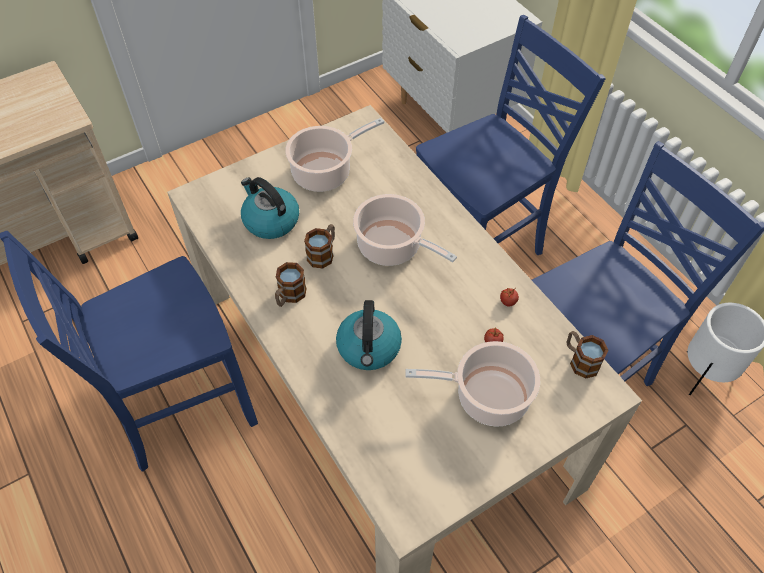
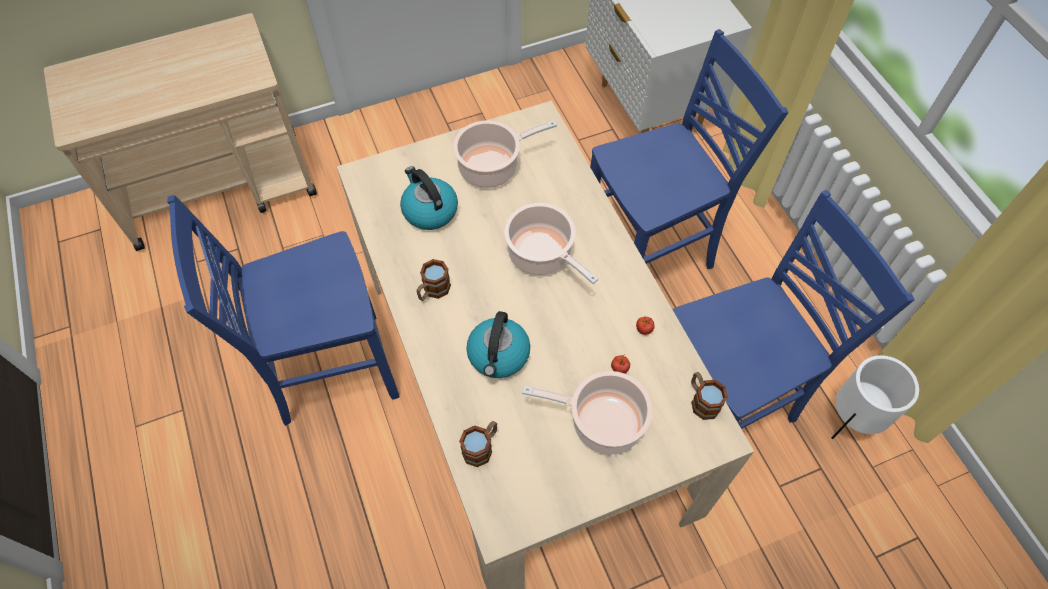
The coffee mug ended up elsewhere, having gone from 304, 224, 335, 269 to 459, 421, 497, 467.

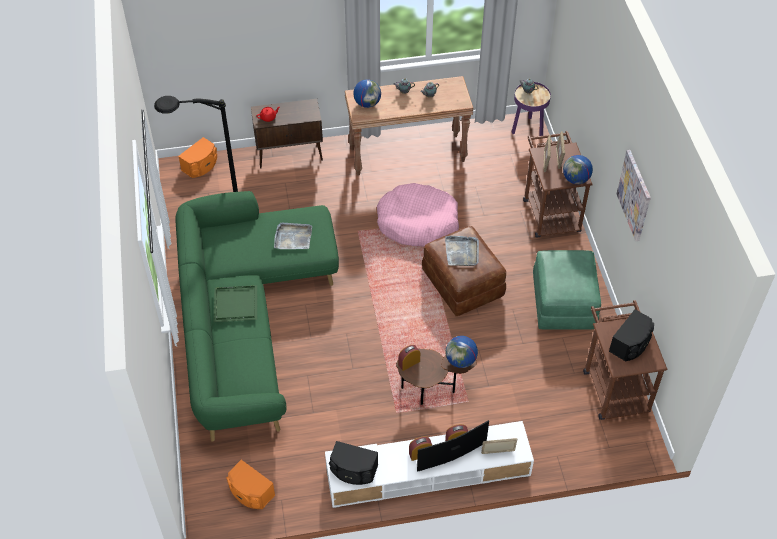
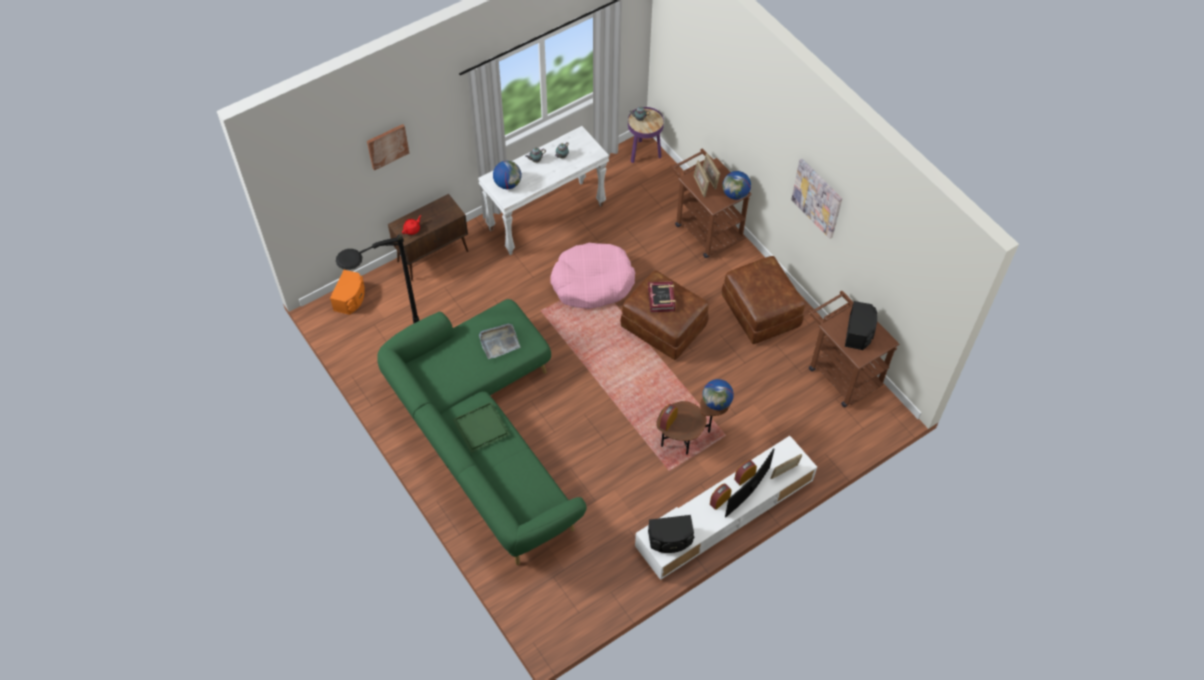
The second view gained the wall picture at 367, 124, 409, 171. What was the console table (brown-coloured) at 345, 76, 474, 176 turned into the console table (whitish) at 478, 126, 609, 255. Where the serving tray (grey) stood at 445, 236, 479, 266, the bound book came to stand at 648, 281, 676, 312. What was the footrest (greenish) at 533, 250, 601, 330 turned into the footrest (brown-coloured) at 722, 256, 805, 344. The second view lost the loudspeaker (orangey) at 226, 460, 275, 509.

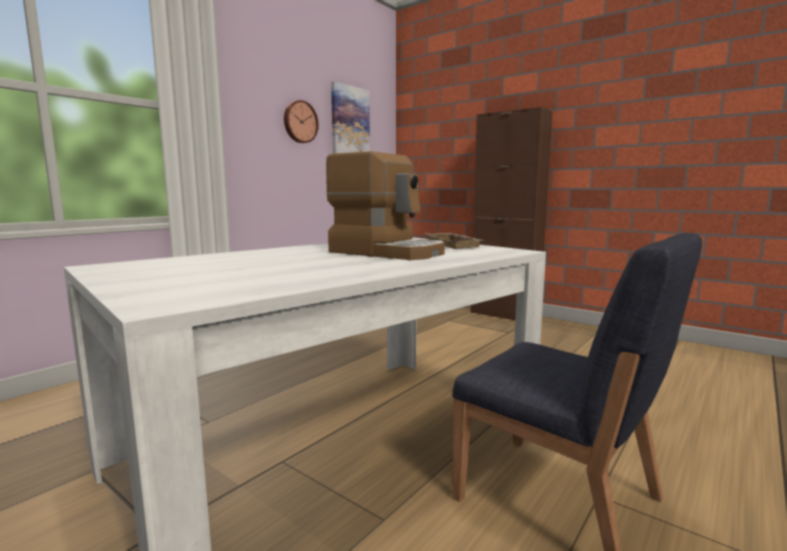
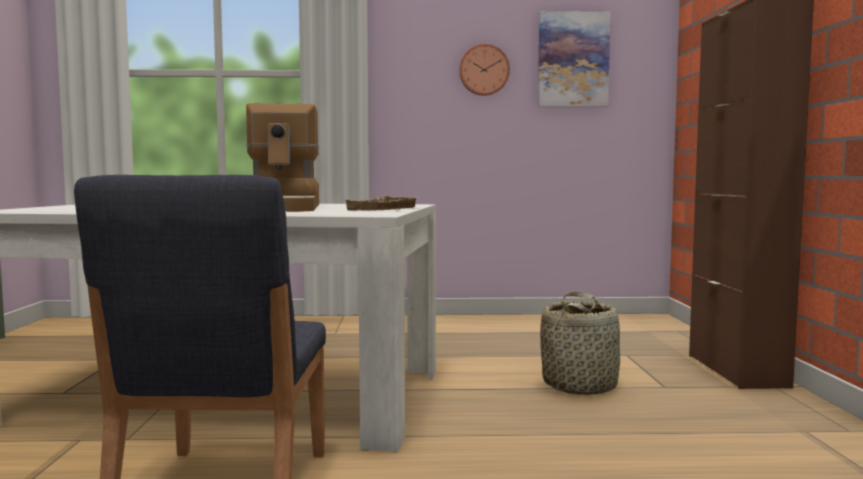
The second view gained the household basket at 540, 292, 620, 395.

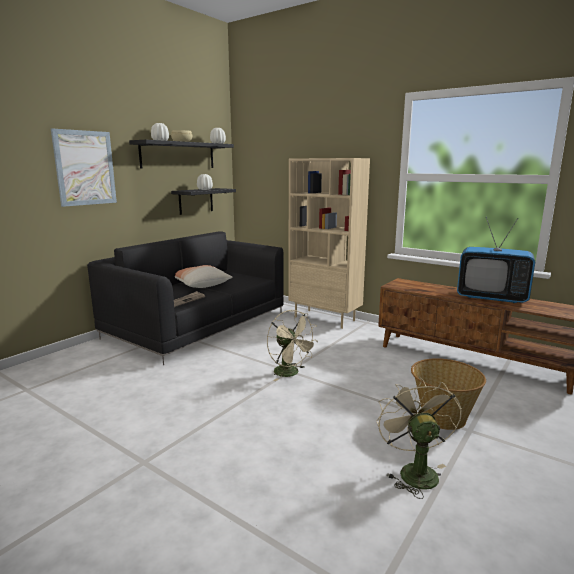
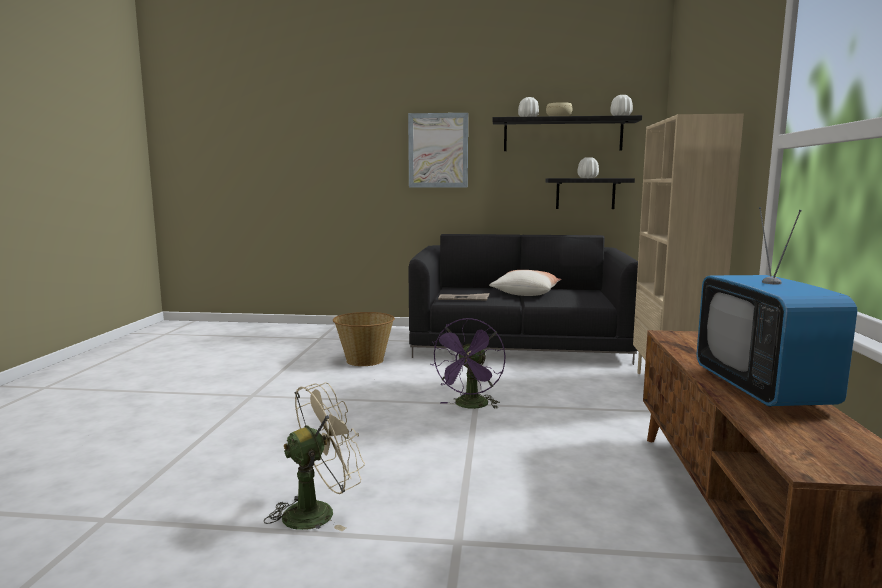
The household basket ended up elsewhere, having gone from 411, 358, 486, 430 to 333, 312, 395, 366. What was the electric fan (beige) at 267, 310, 318, 381 turned into the electric fan (purplish) at 430, 318, 505, 409.

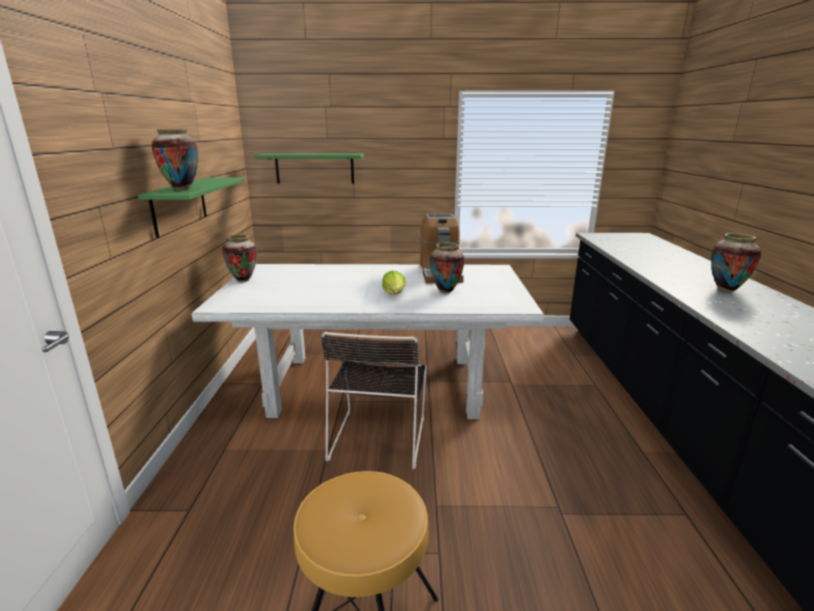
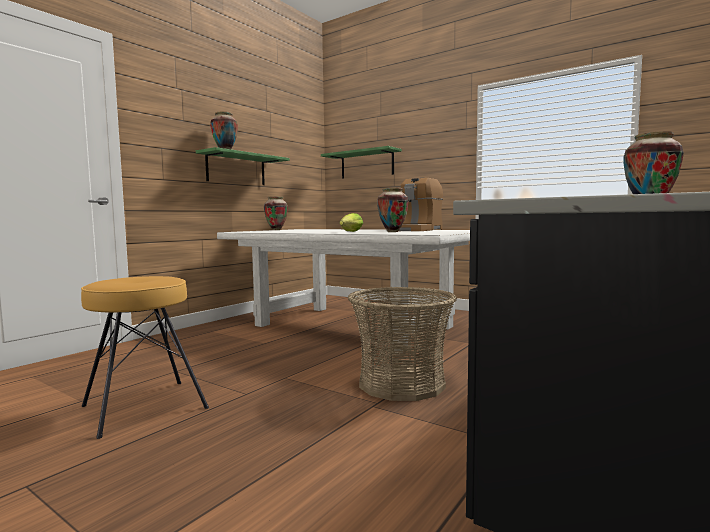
The second view gained the household basket at 348, 287, 457, 401. The second view lost the chair (black) at 322, 332, 427, 470.

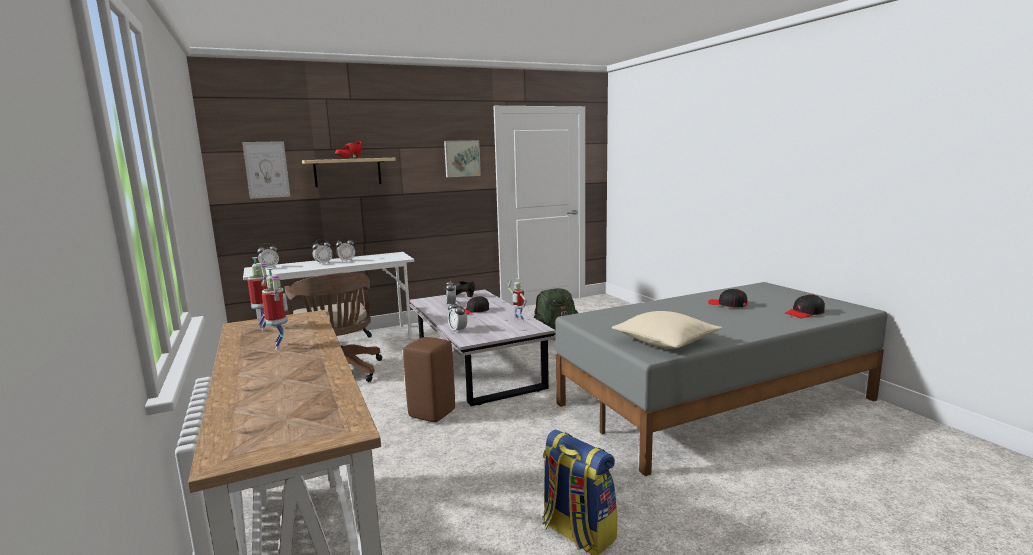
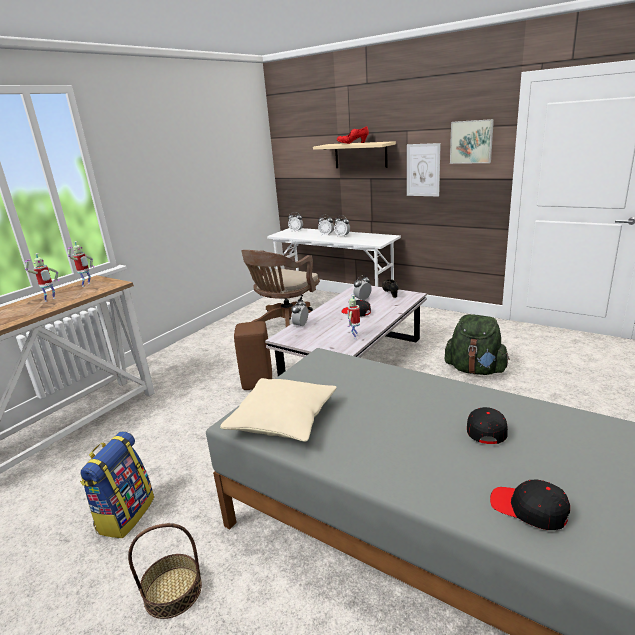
The second view gained the household basket at 128, 523, 202, 619. The wall picture ended up elsewhere, having gone from 242, 141, 290, 199 to 407, 143, 441, 197.

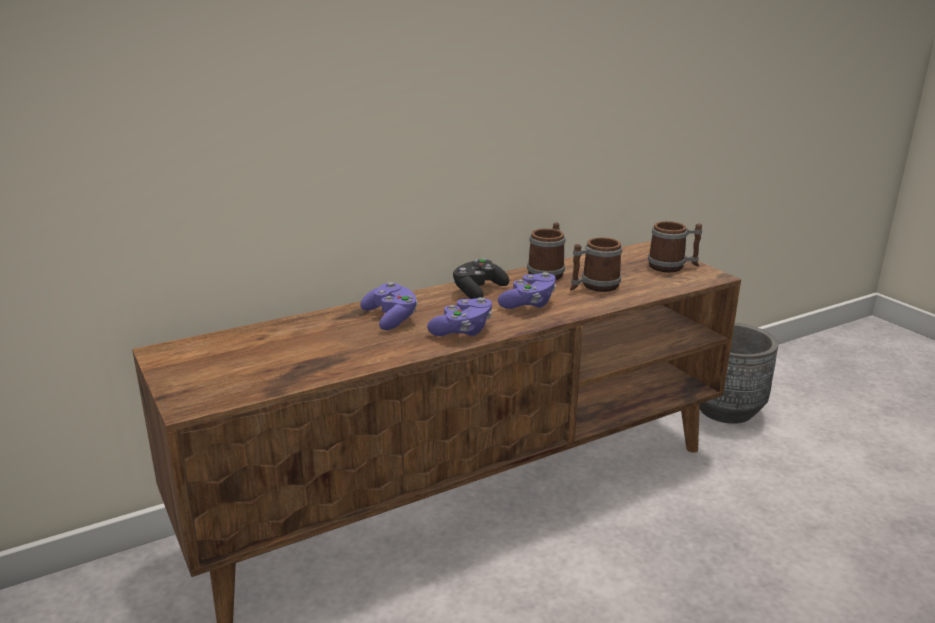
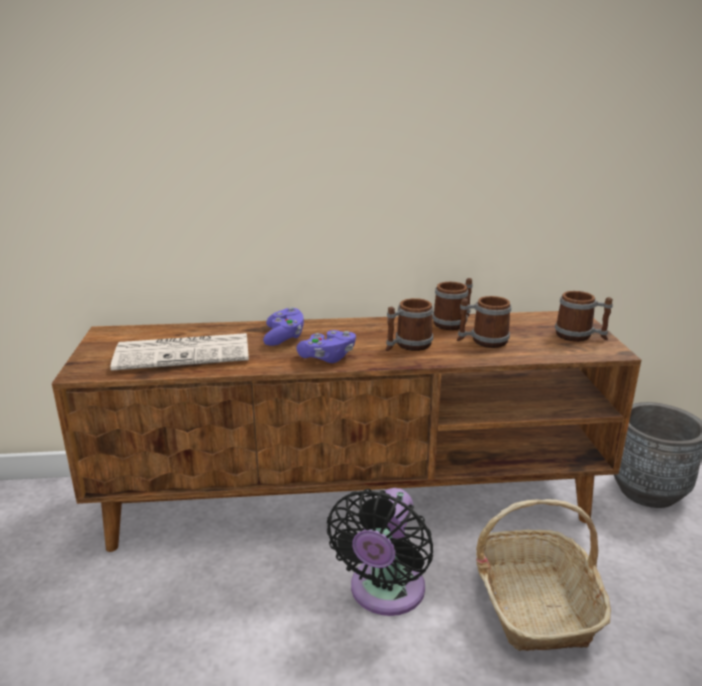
The second view gained the daily paper at 110, 333, 249, 371. The second view gained the electric fan (black) at 327, 488, 433, 616. Where the gamepad (purplish) stood at 498, 272, 557, 309, the coffee mug came to stand at 386, 298, 433, 351. The second view gained the household basket at 476, 499, 611, 651. The second view lost the gamepad (black) at 453, 258, 509, 299.

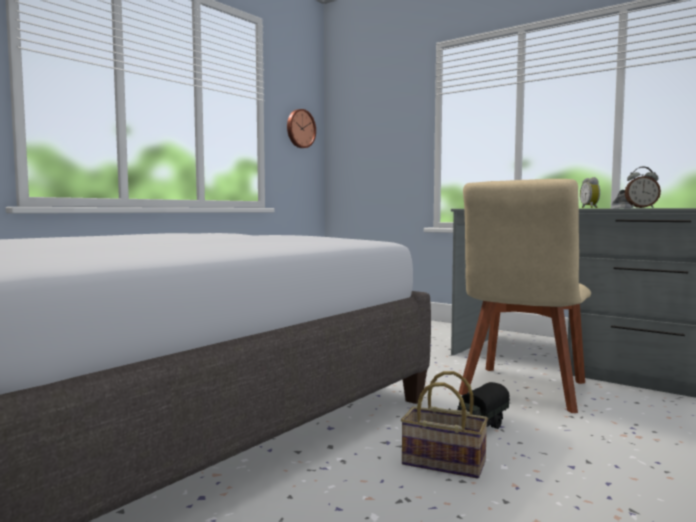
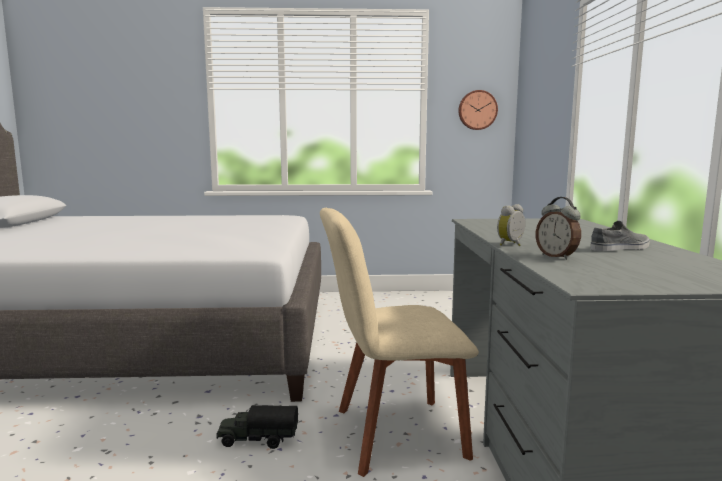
The second view lost the household basket at 401, 371, 488, 479.

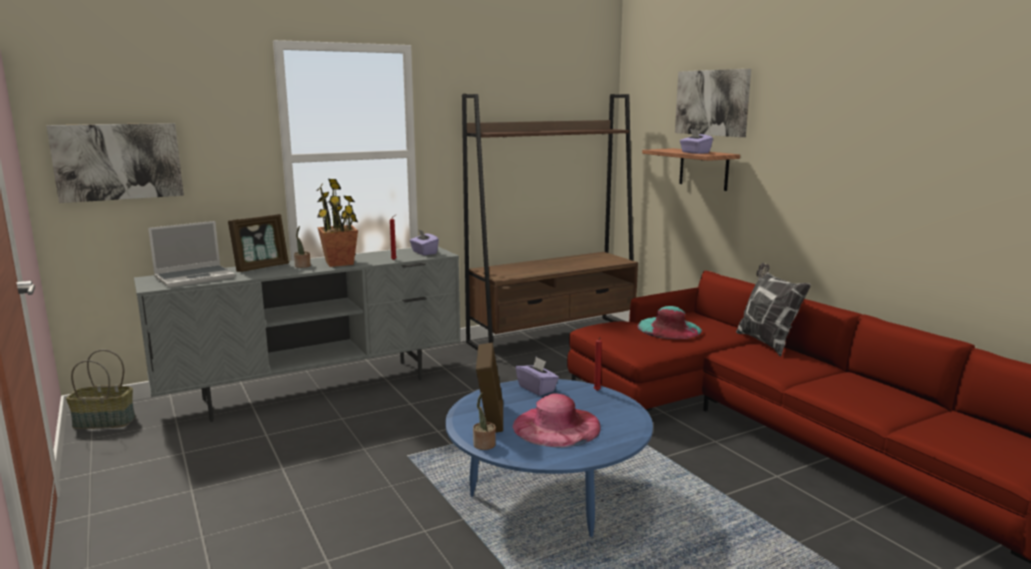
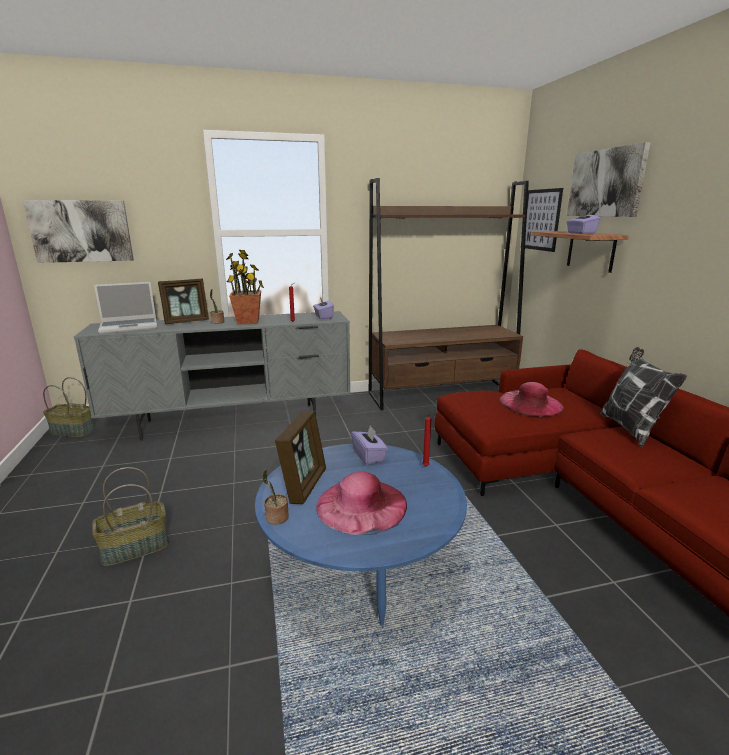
The second view gained the household basket at 92, 467, 169, 566. What was the hat (turquoise-coloured) at 637, 306, 702, 339 turned into the hat (pink-coloured) at 500, 382, 564, 416. The second view gained the wall picture at 525, 188, 563, 252.

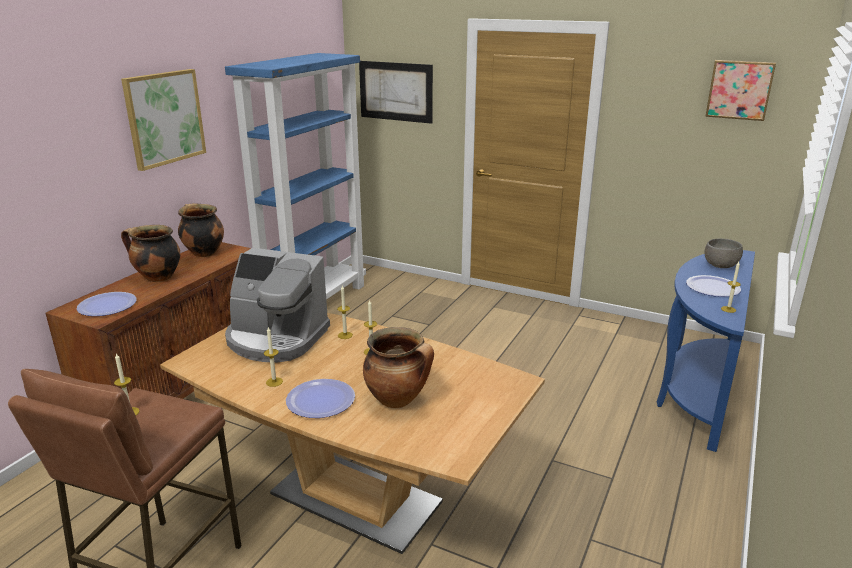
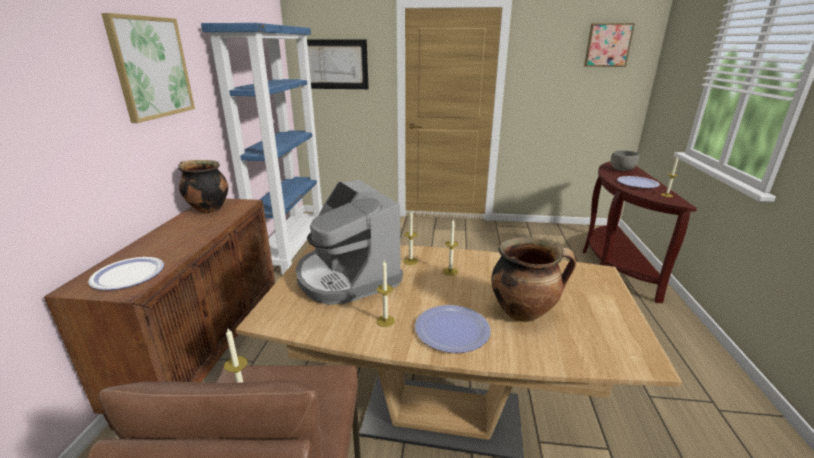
The coffee machine at 225, 248, 330, 363 ended up facing another way, 60 degrees clockwise from before. What was the console table (blue-coloured) at 657, 250, 755, 452 turned into the console table (brown-coloured) at 583, 161, 697, 303. The second view lost the cooking pot at 121, 225, 180, 282.

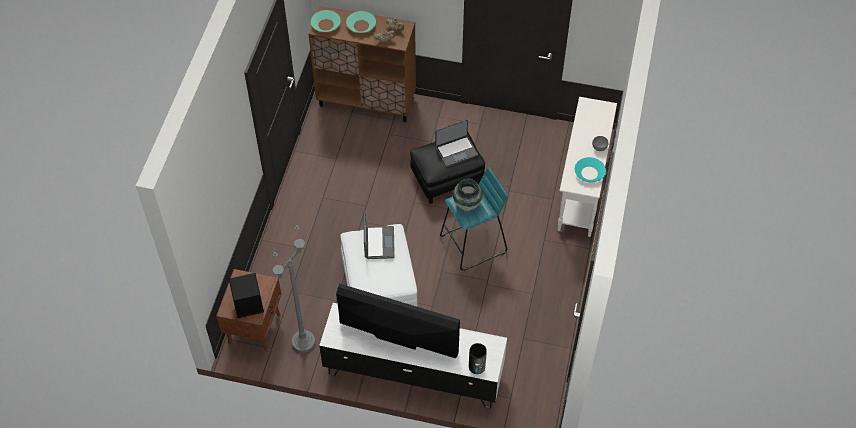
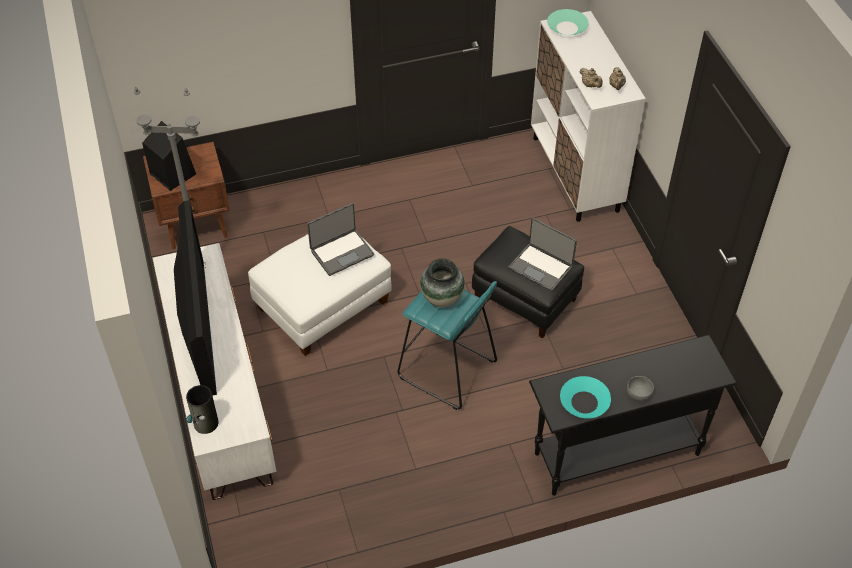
What was the console table (whitish) at 558, 97, 617, 237 turned into the console table (black) at 529, 335, 737, 496. What was the cabinet (brown-coloured) at 308, 6, 416, 122 turned into the cabinet (whitish) at 531, 11, 646, 222. The second view lost the bowl (turquoise-coloured) at 346, 11, 376, 33.

